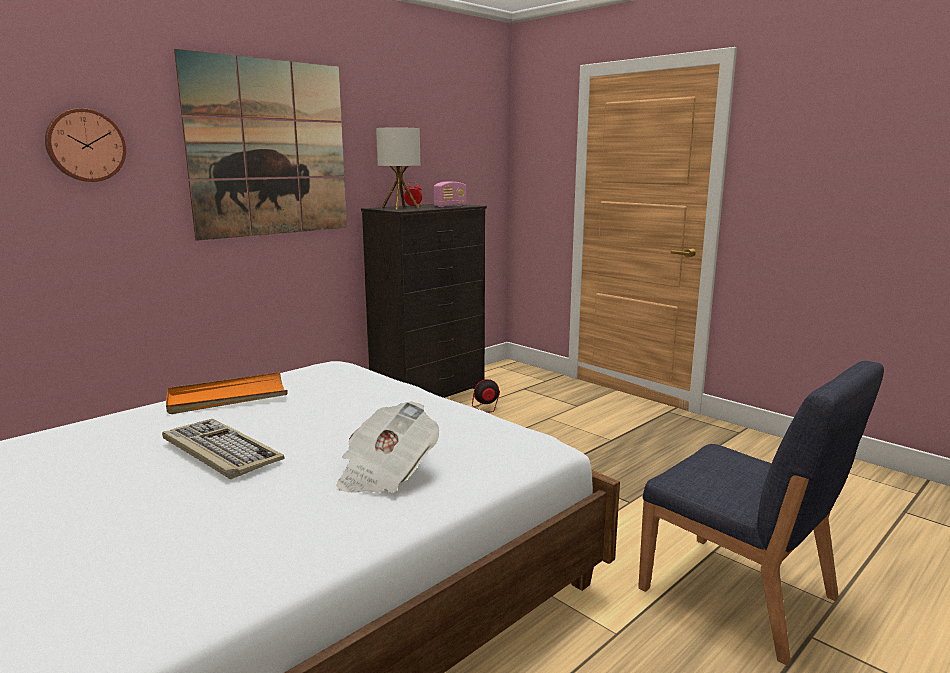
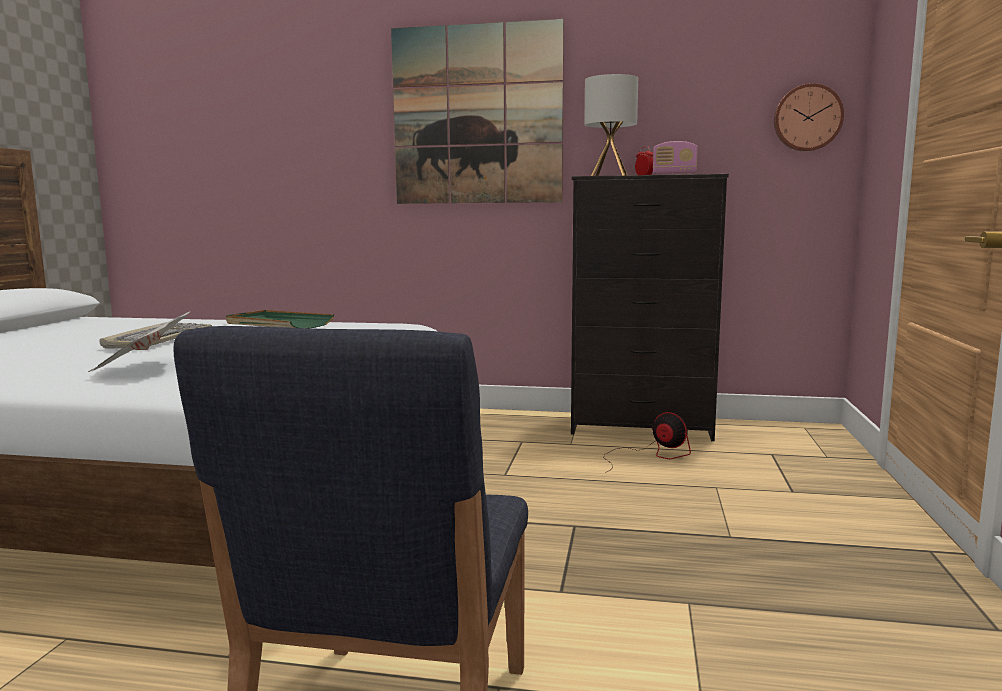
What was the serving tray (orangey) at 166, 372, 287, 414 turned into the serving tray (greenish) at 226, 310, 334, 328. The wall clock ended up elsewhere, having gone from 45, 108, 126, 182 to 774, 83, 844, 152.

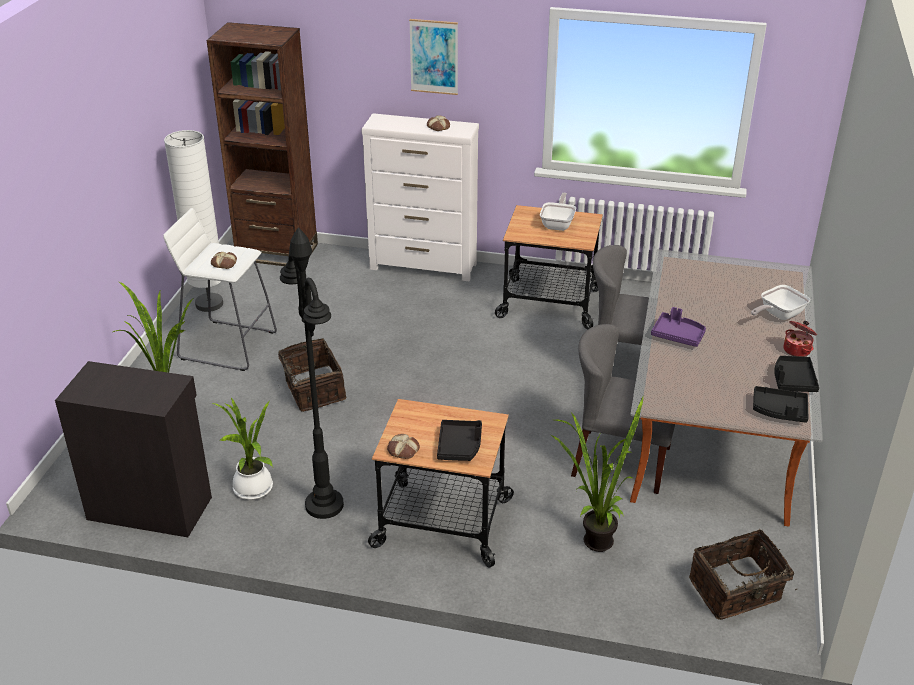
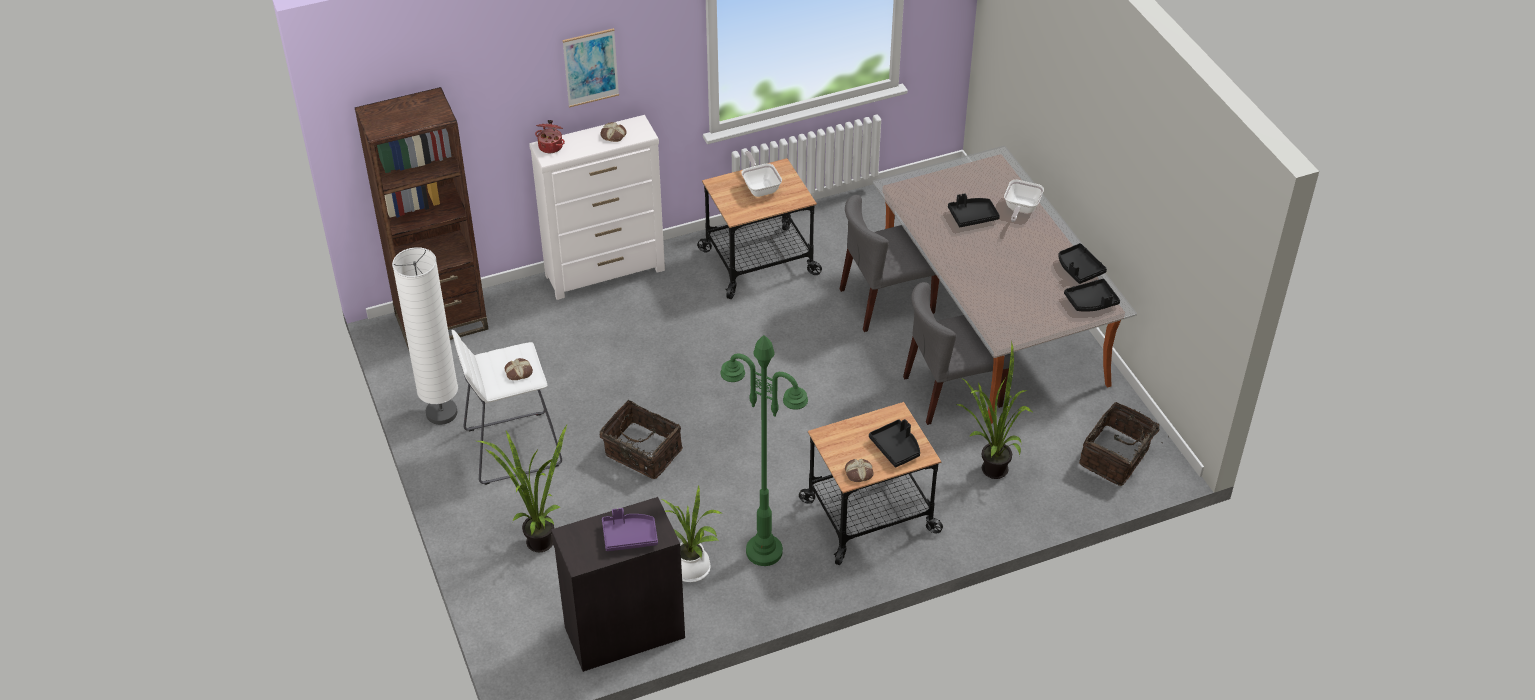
The cooking pot ended up elsewhere, having gone from 784, 321, 817, 357 to 535, 120, 565, 153. The serving tray (purplish) ended up elsewhere, having gone from 651, 307, 706, 347 to 602, 508, 658, 551. What was the standing lamp (black) at 280, 227, 344, 519 turned into the standing lamp (greenish) at 721, 335, 808, 566. The second view gained the serving tray (black) at 948, 193, 1000, 227.

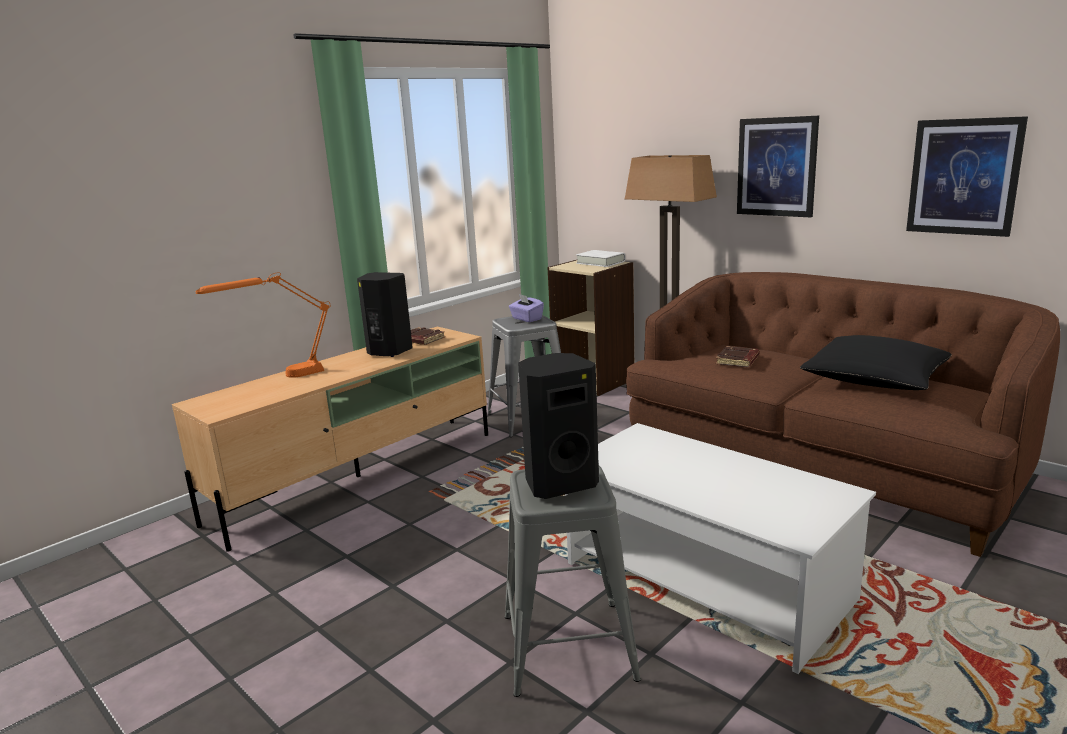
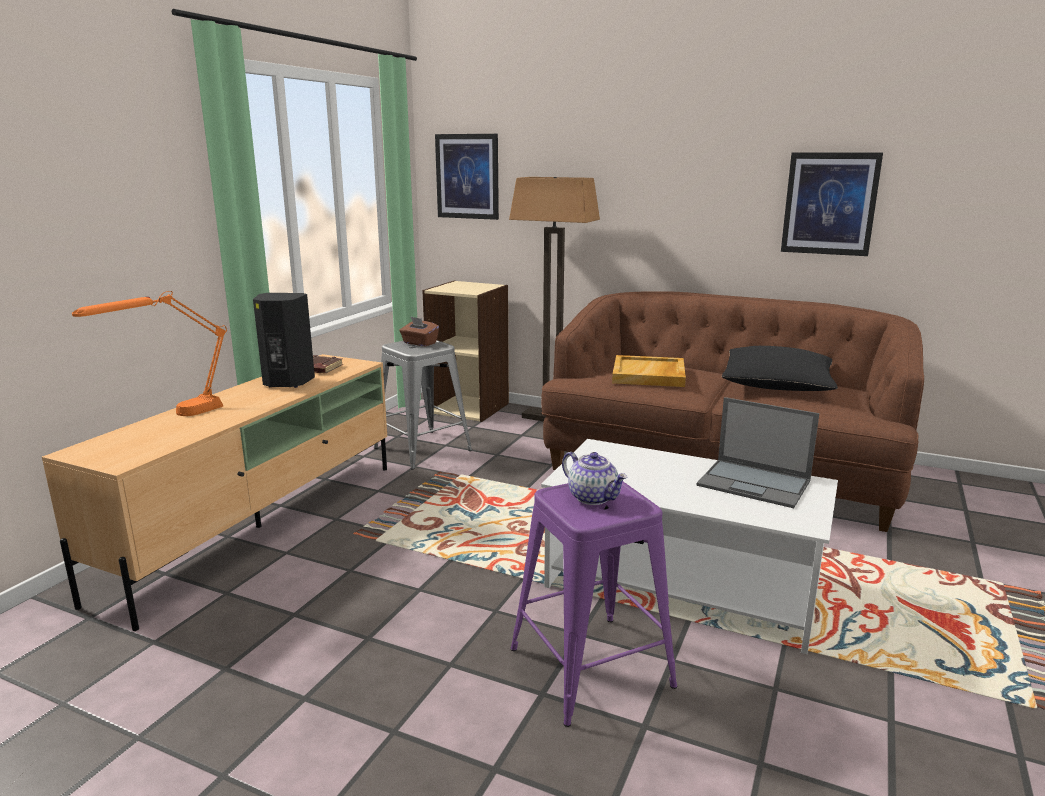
What was the box of tissues (purplish) at 509, 293, 544, 322 turned into the box of tissues (brown-coloured) at 399, 316, 439, 346. The wall picture ended up elsewhere, having gone from 737, 116, 819, 217 to 435, 134, 499, 220. What was the stool seat (grey) at 505, 466, 641, 697 turned into the stool seat (purplish) at 510, 481, 677, 727. Where the loudspeaker (black) stood at 518, 353, 599, 499, the tea pot came to stand at 562, 452, 627, 505. Where the bound book (brown-coloured) stood at 716, 346, 760, 367, the serving tray (beige) came to stand at 612, 355, 686, 387. The second view gained the notebook computer at 697, 397, 819, 508. The second view lost the bound book (whitish) at 576, 250, 625, 267.

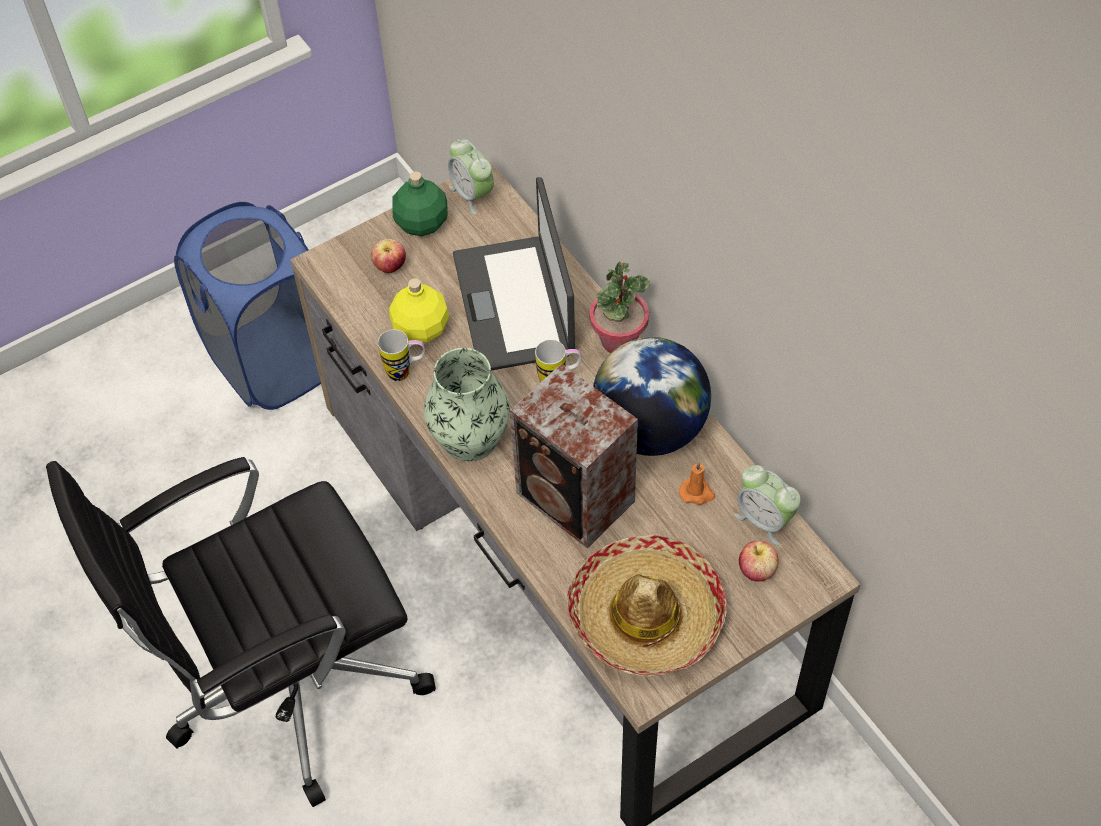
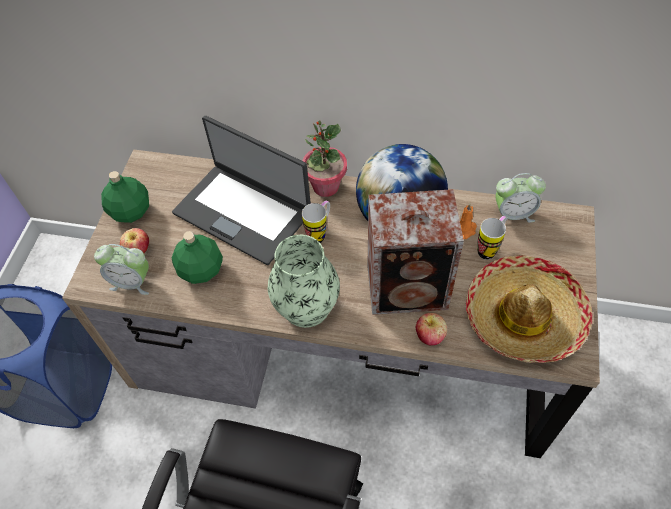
The alarm clock ended up elsewhere, having gone from 448, 139, 494, 215 to 94, 244, 149, 295. What was the bottle (yellow) at 389, 279, 449, 343 turned into the bottle (greenish) at 172, 231, 223, 284. The apple ended up elsewhere, having gone from 739, 541, 779, 582 to 416, 313, 447, 345. The coffee mug ended up elsewhere, having gone from 378, 330, 425, 381 to 477, 216, 506, 260.

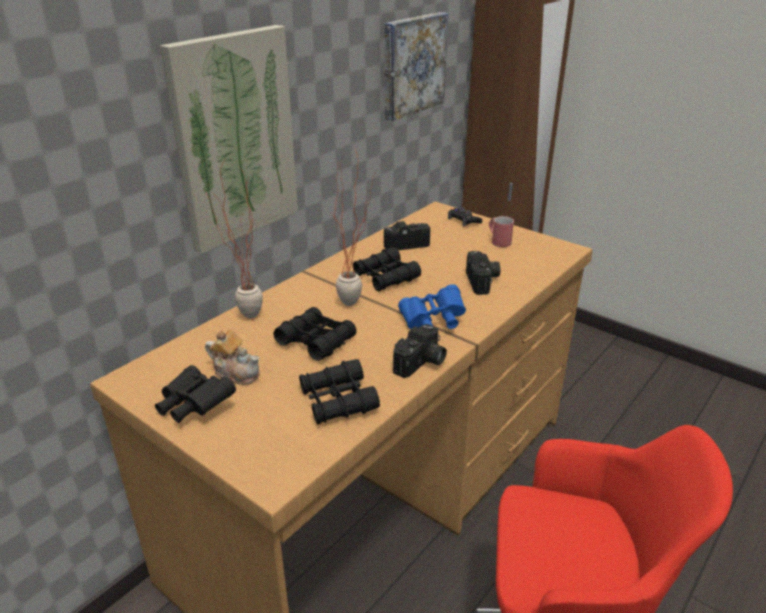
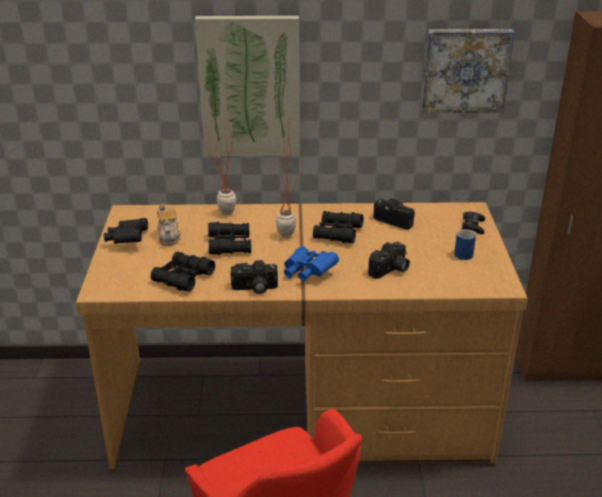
What was the coffee mug (red) at 489, 216, 514, 247 turned into the coffee mug (blue-coloured) at 454, 229, 476, 260.

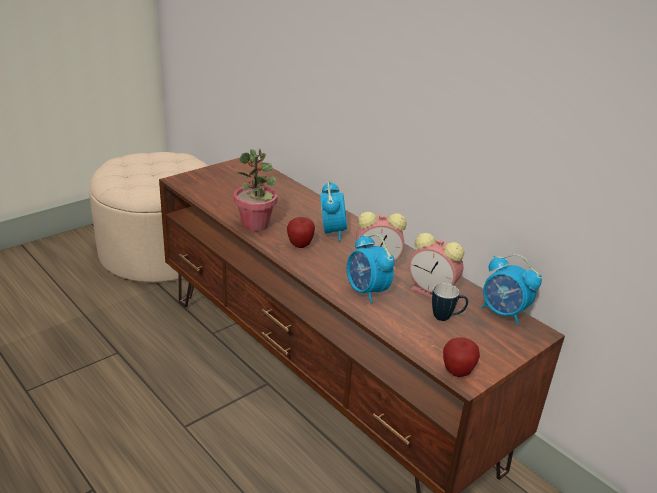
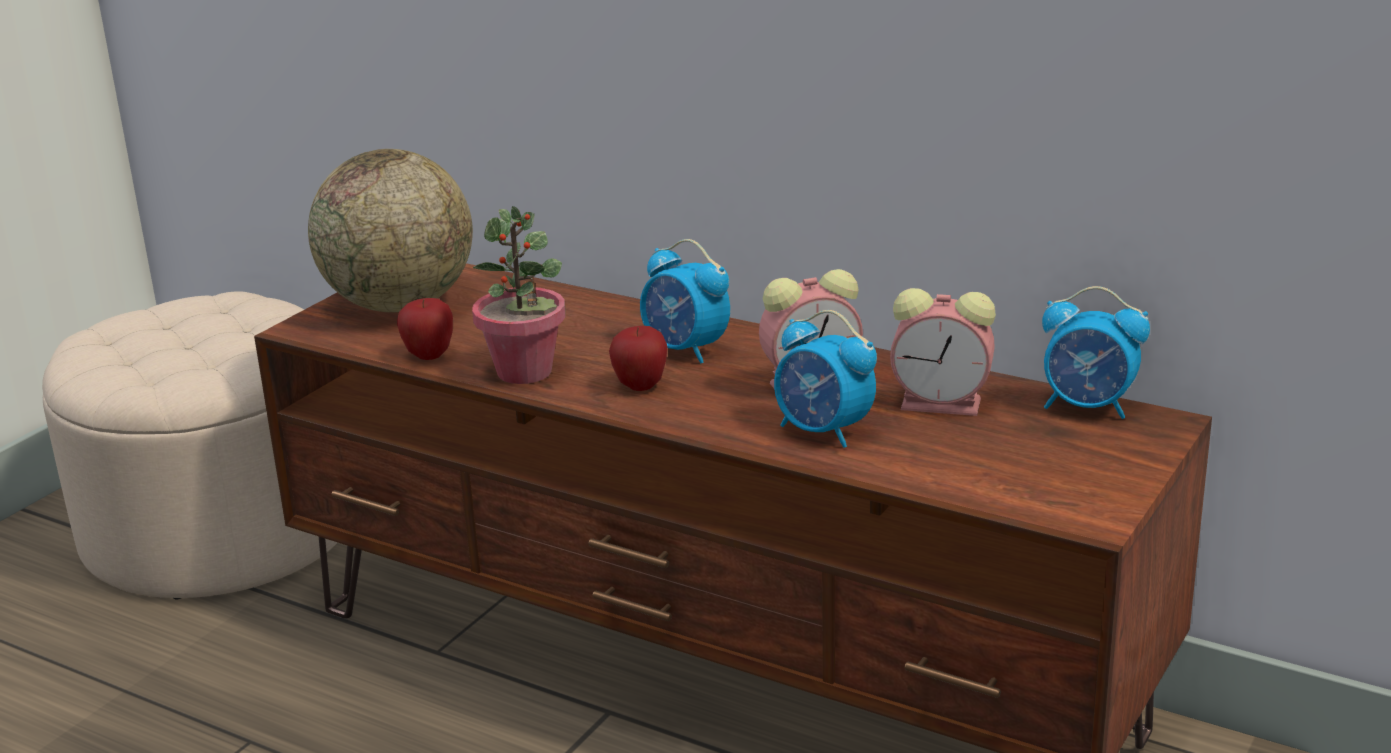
The second view gained the globe at 308, 149, 473, 312. The apple ended up elsewhere, having gone from 443, 337, 480, 377 to 397, 298, 453, 360. The alarm clock at 320, 181, 347, 241 ended up facing another way, 150 degrees clockwise from before. The second view lost the coffee mug at 432, 283, 468, 321.

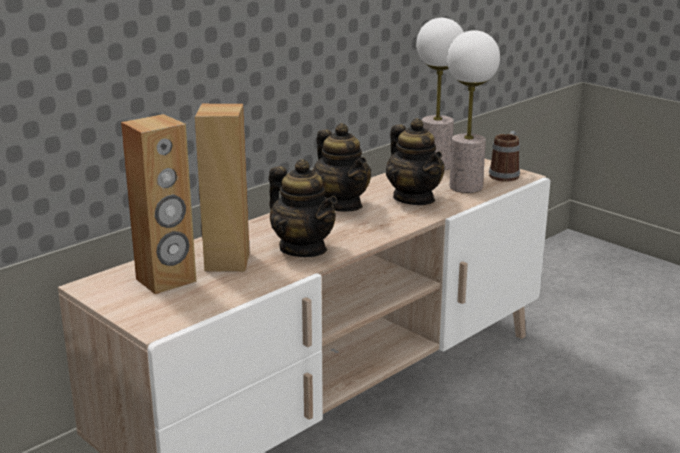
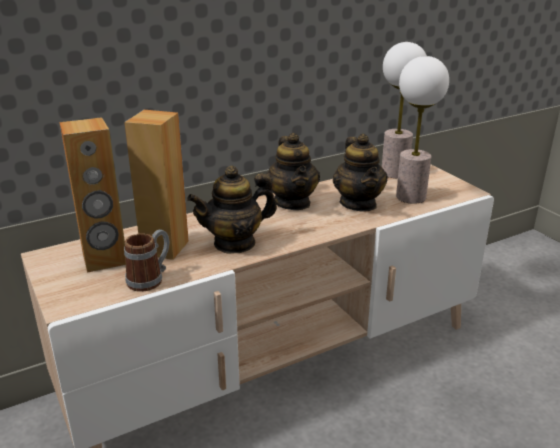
The coffee mug ended up elsewhere, having gone from 489, 131, 520, 182 to 124, 229, 169, 292. The tea pot at 269, 159, 337, 257 ended up facing another way, 90 degrees clockwise from before.

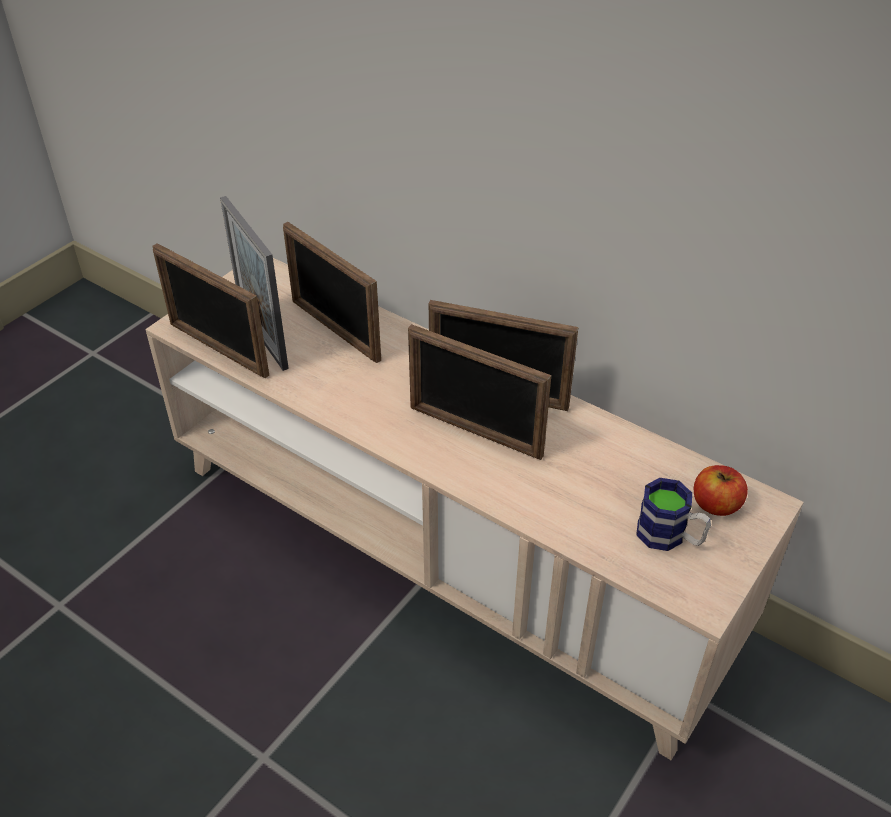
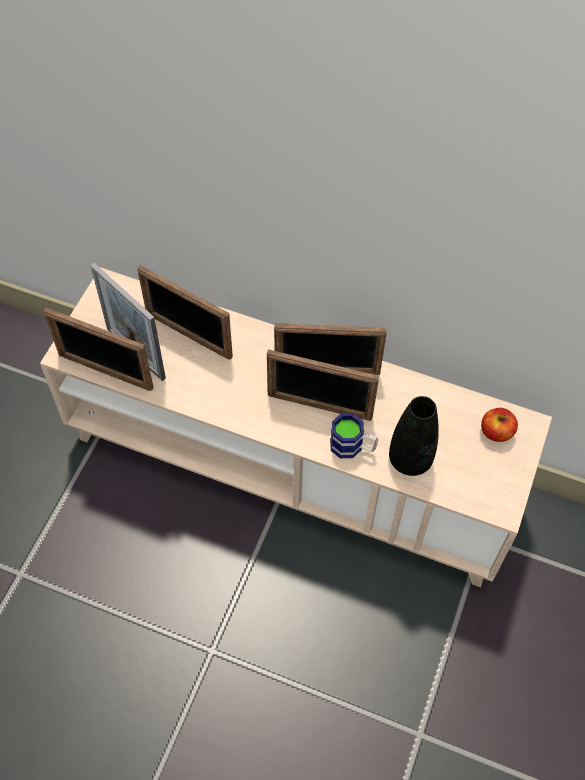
The coffee mug ended up elsewhere, having gone from 636, 478, 711, 551 to 330, 413, 378, 459. The second view gained the decorative vase (black) at 389, 396, 439, 476.

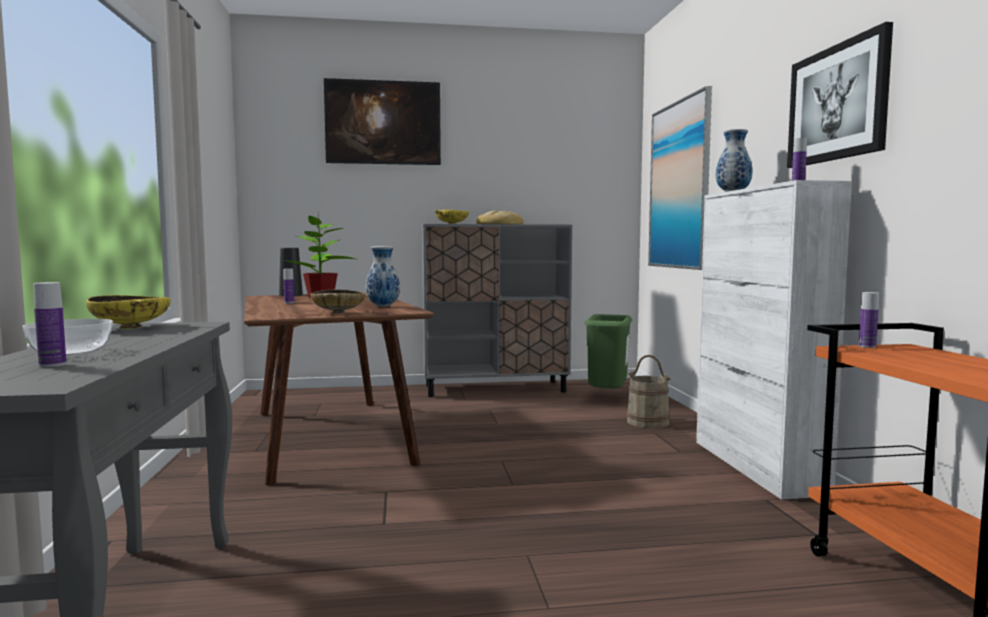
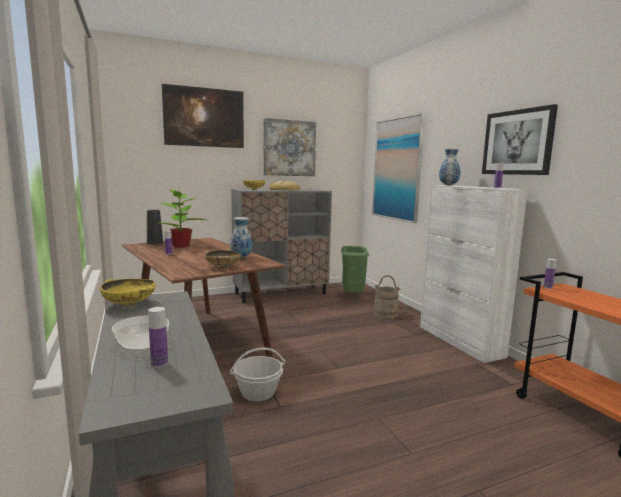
The second view gained the household basket at 230, 348, 285, 402. The second view gained the wall picture at 264, 118, 316, 176.

